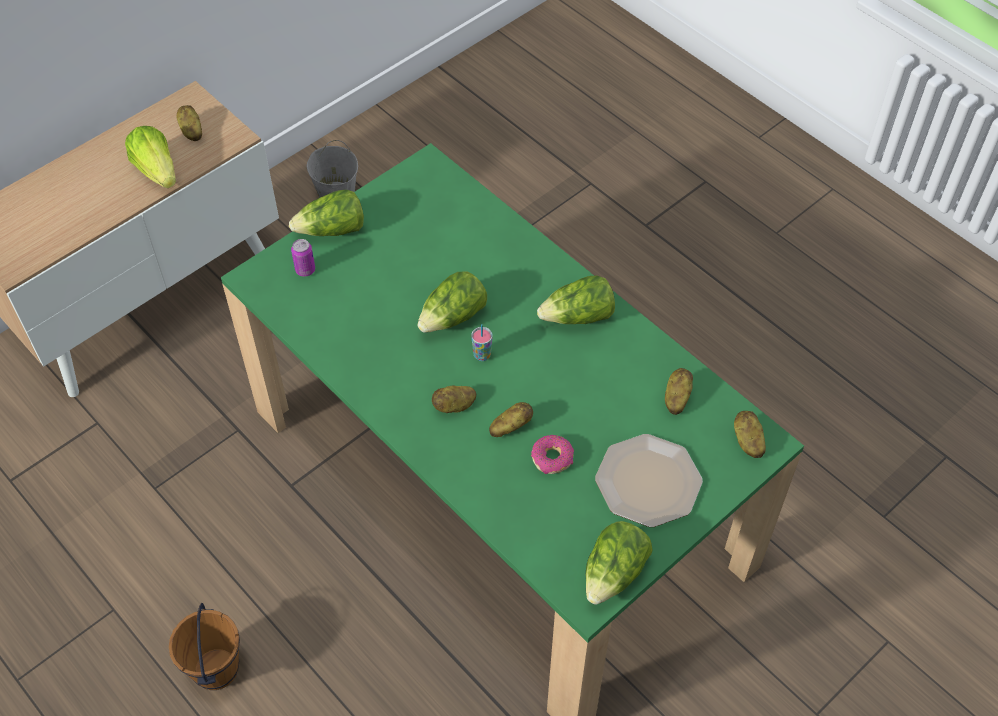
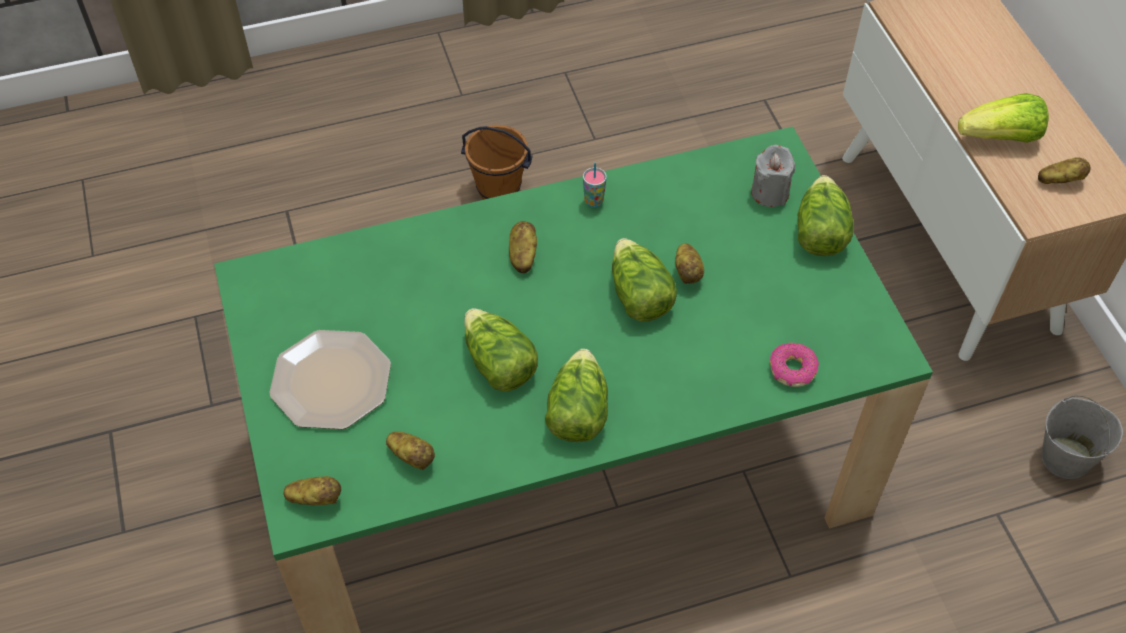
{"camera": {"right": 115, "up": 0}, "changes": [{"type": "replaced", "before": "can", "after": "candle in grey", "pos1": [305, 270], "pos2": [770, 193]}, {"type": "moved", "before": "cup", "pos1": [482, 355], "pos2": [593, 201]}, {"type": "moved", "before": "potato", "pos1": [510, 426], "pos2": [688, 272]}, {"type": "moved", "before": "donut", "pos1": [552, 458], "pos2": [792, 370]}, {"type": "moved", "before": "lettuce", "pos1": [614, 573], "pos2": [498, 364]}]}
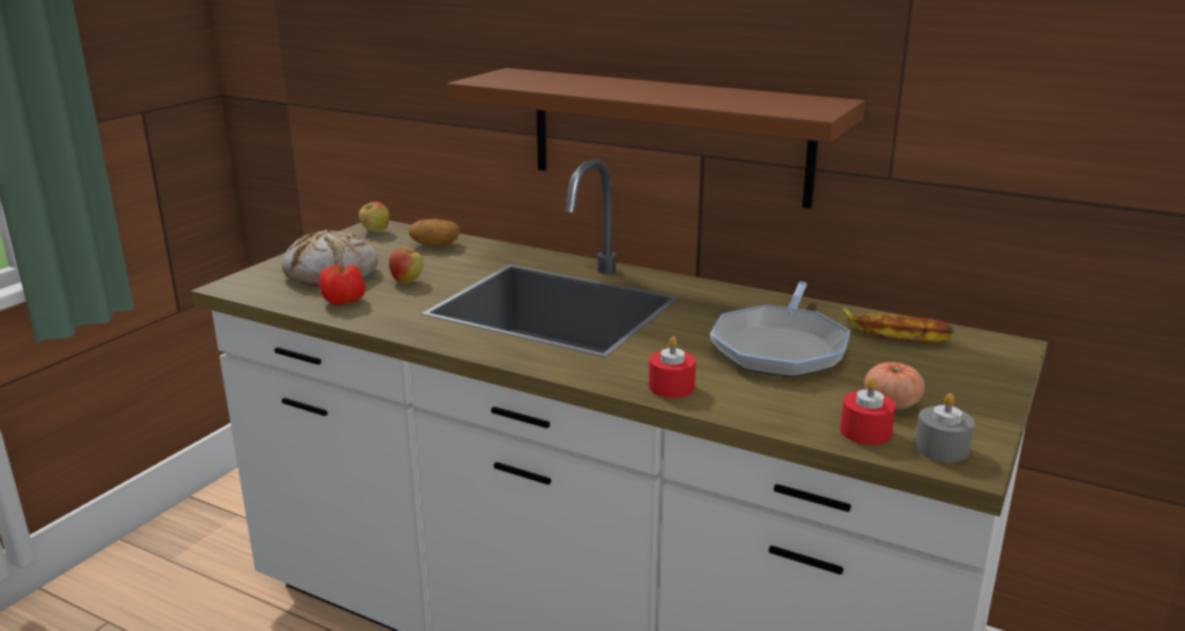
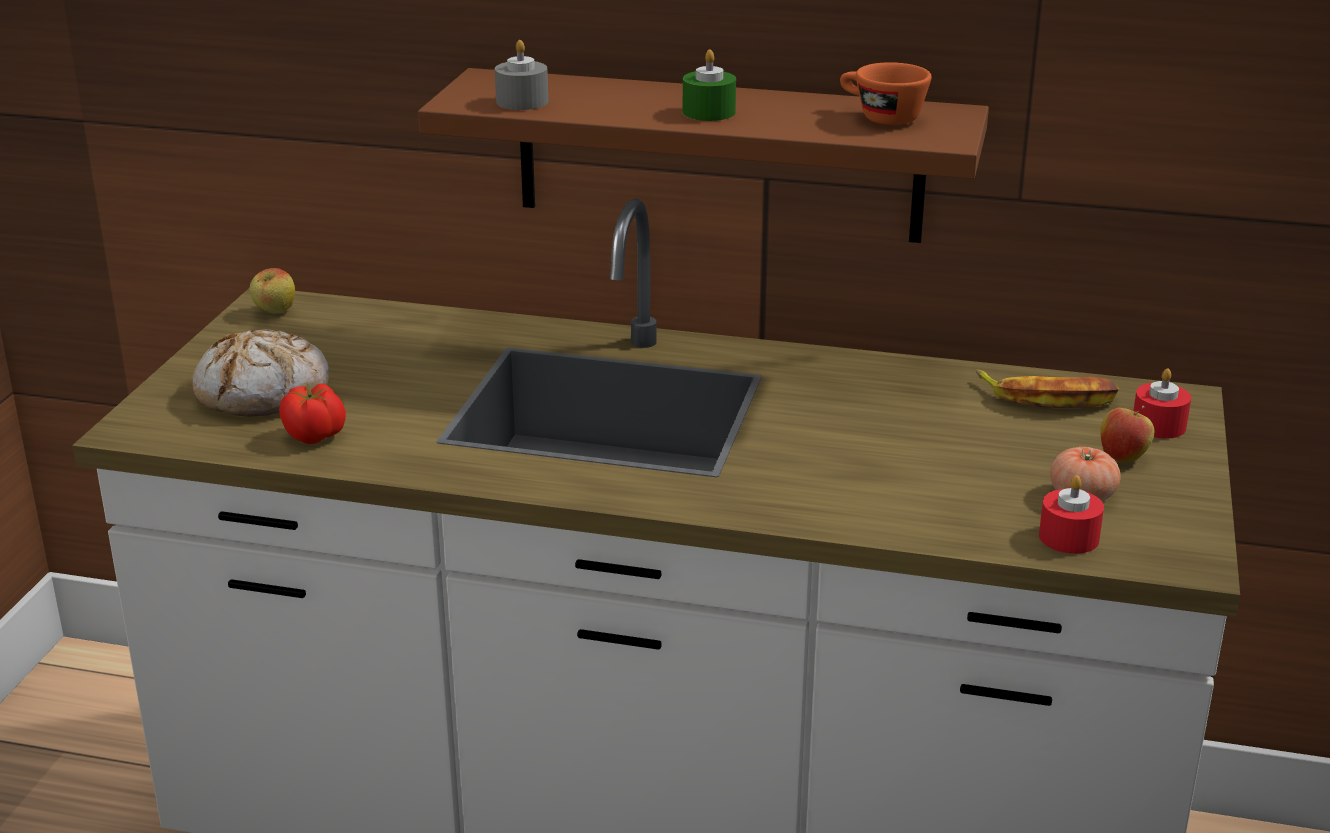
{"camera": {"right": -15, "up": 5}, "changes": [{"type": "moved", "before": "apple", "pos1": [407, 281], "pos2": [1123, 458]}, {"type": "removed", "before": "potato", "pos1": [435, 245]}, {"type": "moved", "before": "candle in red", "pos1": [671, 387], "pos2": [1158, 425]}, {"type": "removed", "before": "frying pan", "pos1": [780, 347]}, {"type": "moved", "before": "candle in grey", "pos1": [941, 448], "pos2": [522, 101]}, {"type": "added", "after": "candle in green", "pos2": [709, 112]}, {"type": "added", "after": "cup in orange", "pos2": [880, 117]}]}
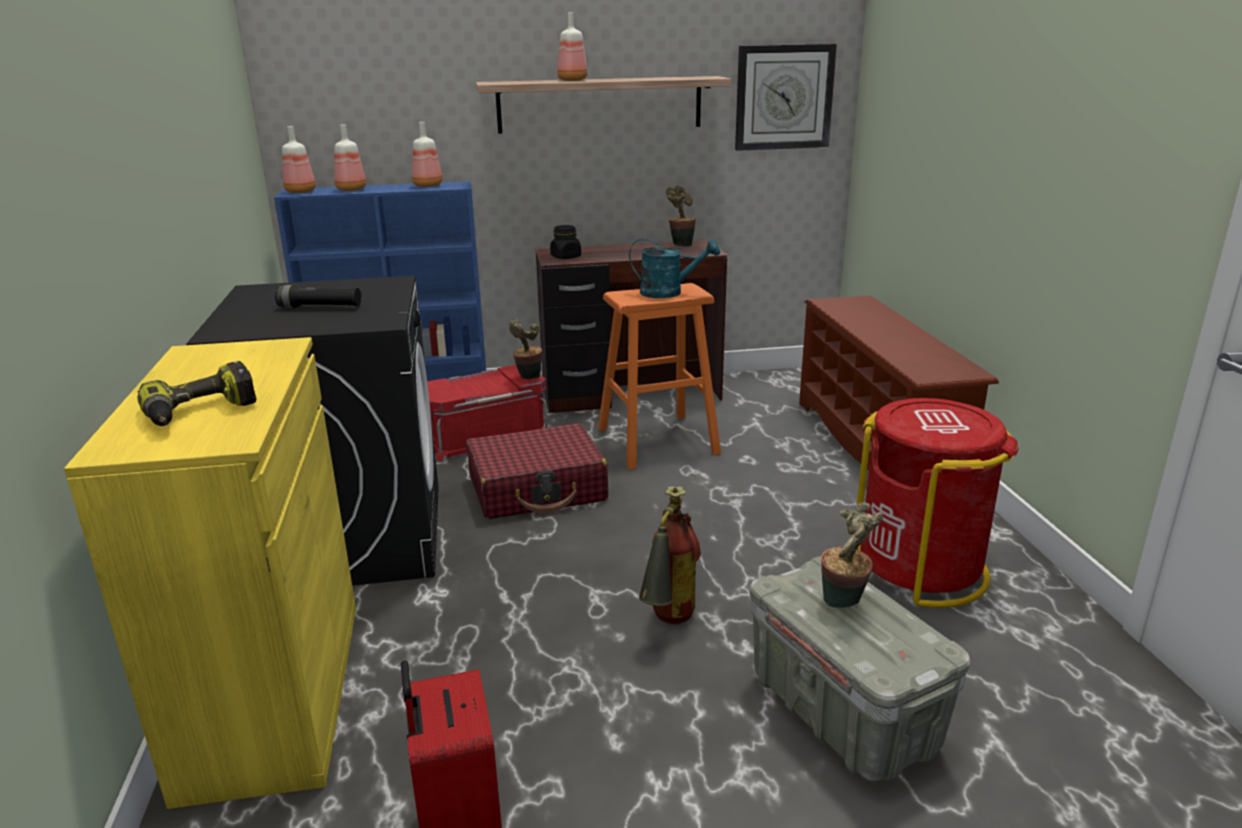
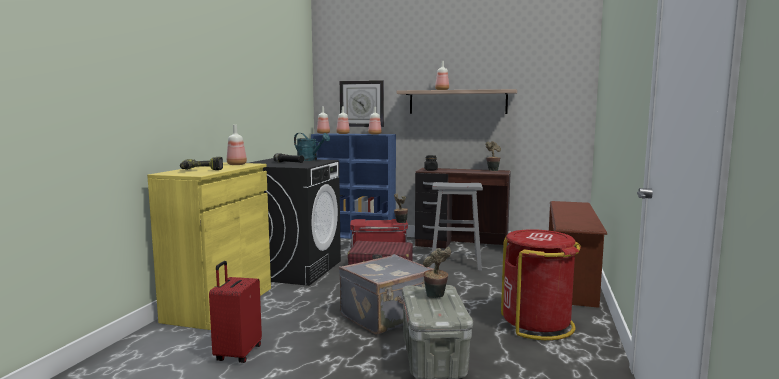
{"camera": {"right": 25, "up": -15}, "changes": [{"type": "recoloured", "before": "stool in orange", "after": "stool in grey", "pos1": [657, 441], "pos2": [455, 262]}, {"type": "moved", "before": "watering can in turquoise", "pos1": [669, 293], "pos2": [310, 160]}, {"type": "replaced", "before": "fire extinguisher", "after": "suitcase in grey", "pos1": [667, 624], "pos2": [388, 317]}, {"type": "moved", "before": "wall clock", "pos1": [784, 97], "pos2": [362, 103]}, {"type": "added", "after": "bottle", "pos2": [237, 164]}]}
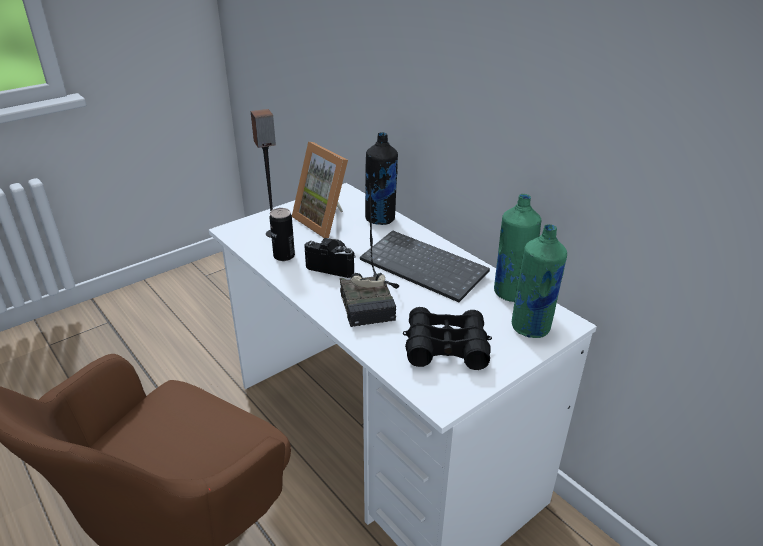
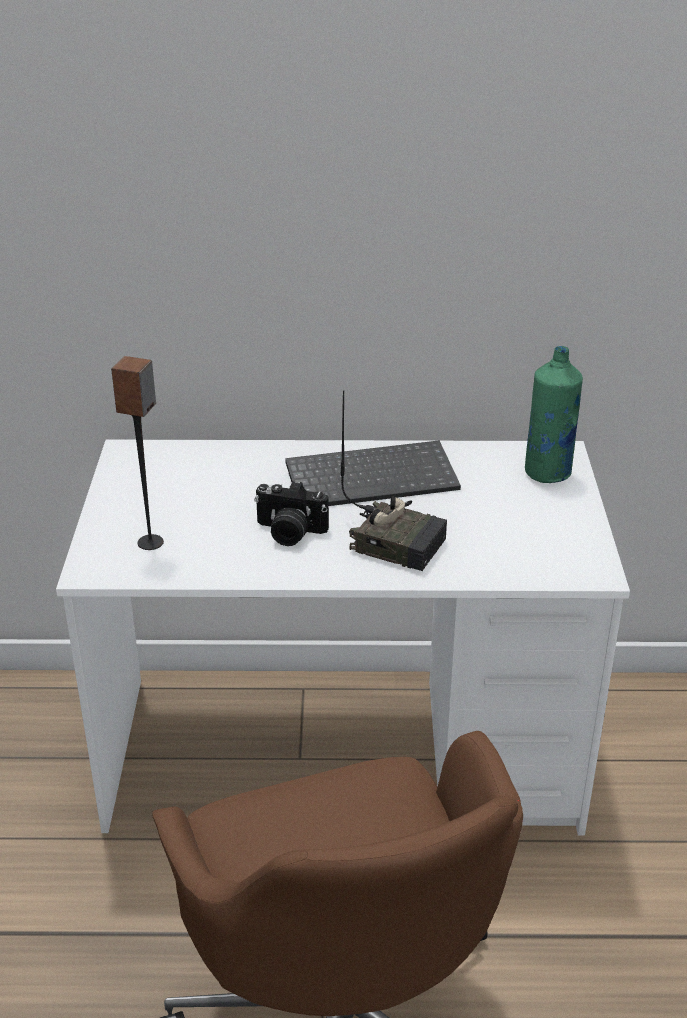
{"camera": {"right": -50, "up": 0}, "changes": [{"type": "removed", "before": "can", "pos1": [284, 256]}, {"type": "removed", "before": "picture frame", "pos1": [326, 221]}, {"type": "turned", "before": "photo camera", "pos1": [333, 266], "pos2": [289, 532], "turn": -135}, {"type": "removed", "before": "bottle in black", "pos1": [380, 219]}, {"type": "removed", "before": "binoculars in black", "pos1": [446, 347]}, {"type": "removed", "before": "bottle in green", "pos1": [511, 292]}]}
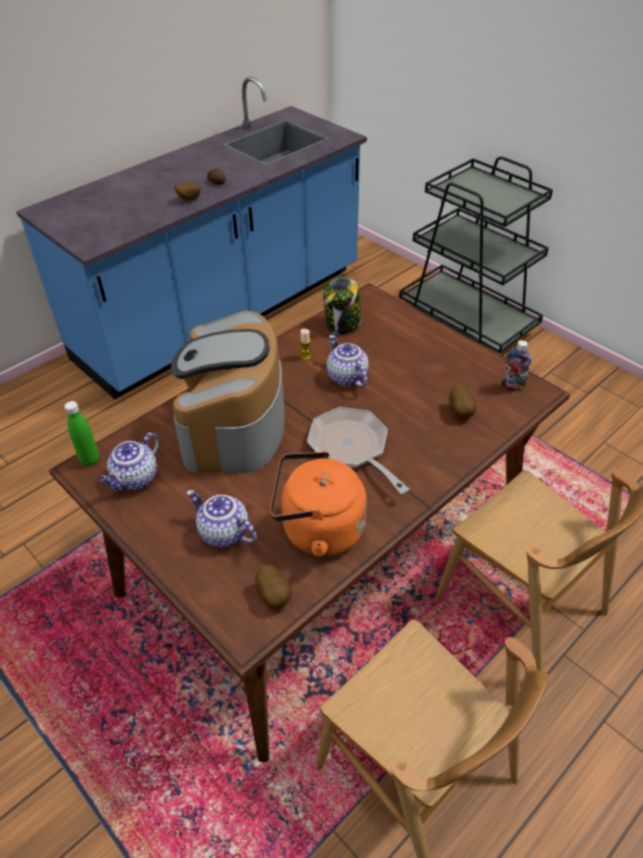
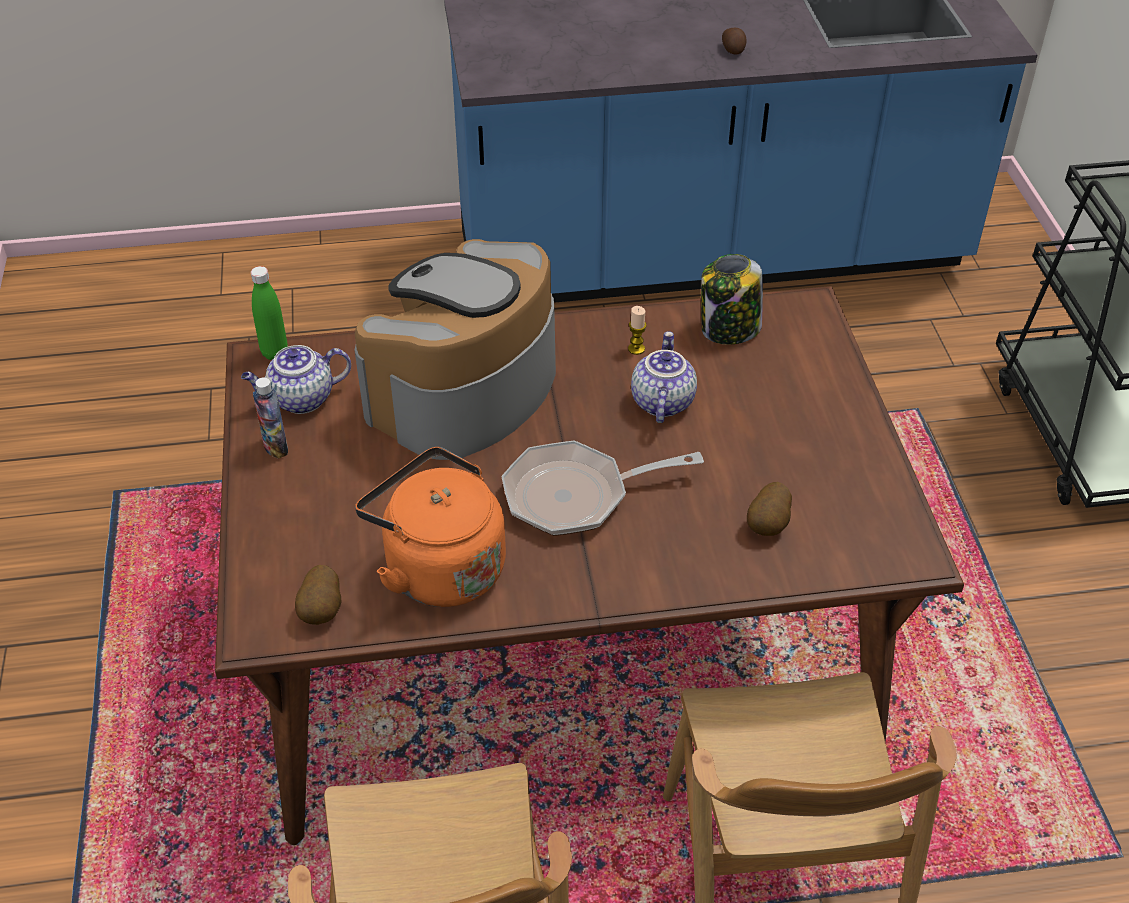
{"camera": {"right": 35, "up": 0}, "changes": [{"type": "removed", "before": "potato", "pos1": [188, 199]}, {"type": "removed", "before": "teapot", "pos1": [223, 533]}, {"type": "turned", "before": "frying pan", "pos1": [352, 448], "pos2": [576, 495], "turn": -105}, {"type": "moved", "before": "bottle", "pos1": [512, 386], "pos2": [276, 447]}]}
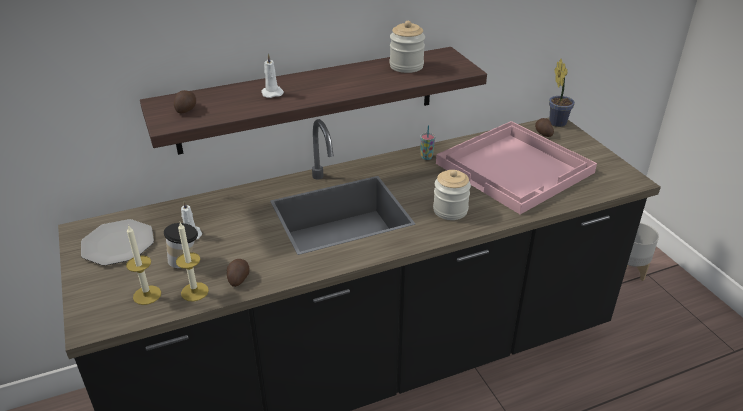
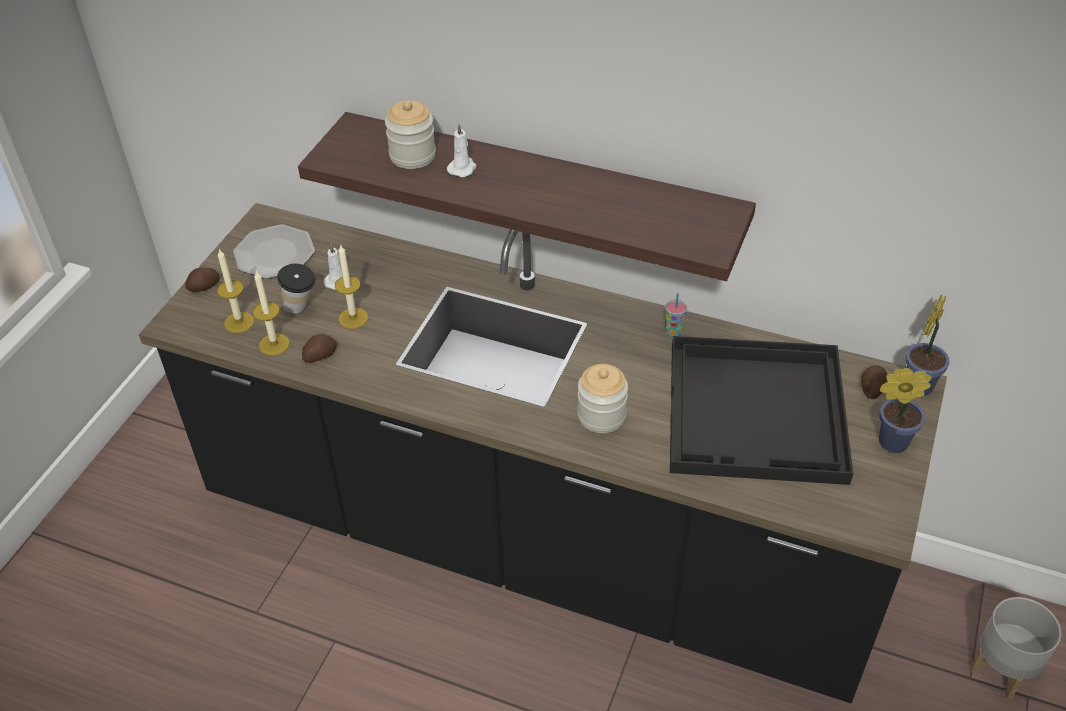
{"camera": {"right": 45, "up": 10}, "changes": [{"type": "moved", "before": "potato", "pos1": [187, 109], "pos2": [204, 287]}, {"type": "moved", "before": "jar", "pos1": [406, 66], "pos2": [412, 156]}, {"type": "recoloured", "before": "tray in pink", "after": "tray in black", "pos1": [516, 168], "pos2": [757, 413]}, {"type": "added", "after": "candle", "pos2": [353, 318]}, {"type": "added", "after": "potted plant", "pos2": [888, 441]}]}
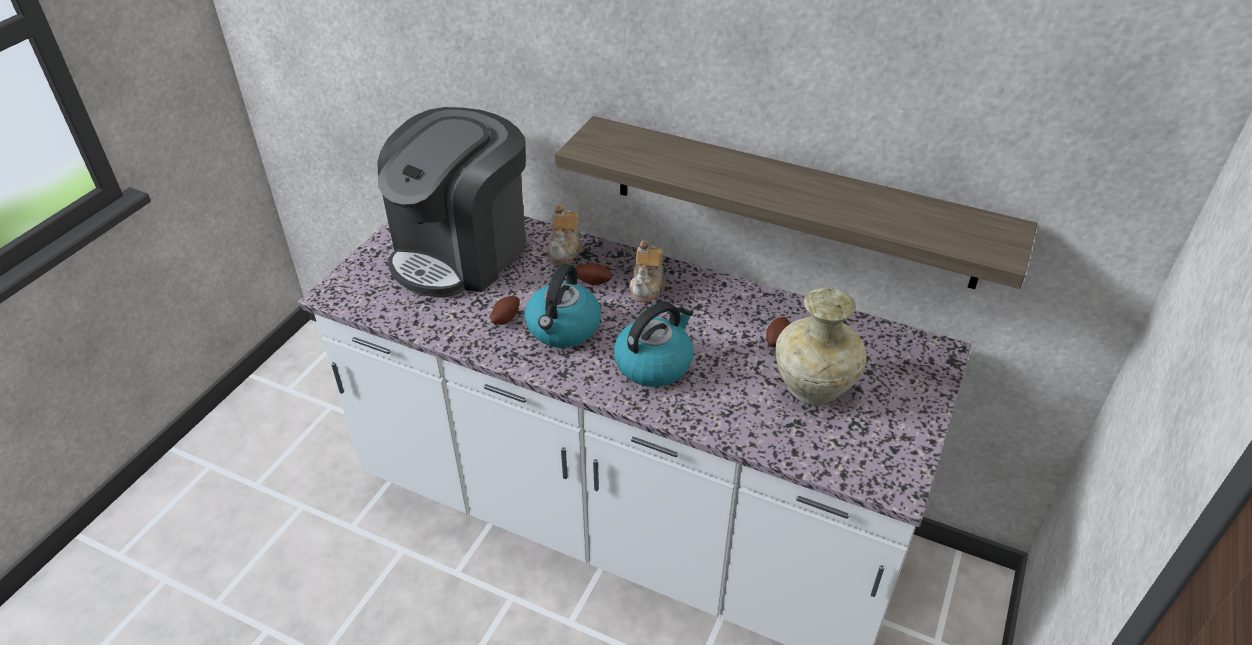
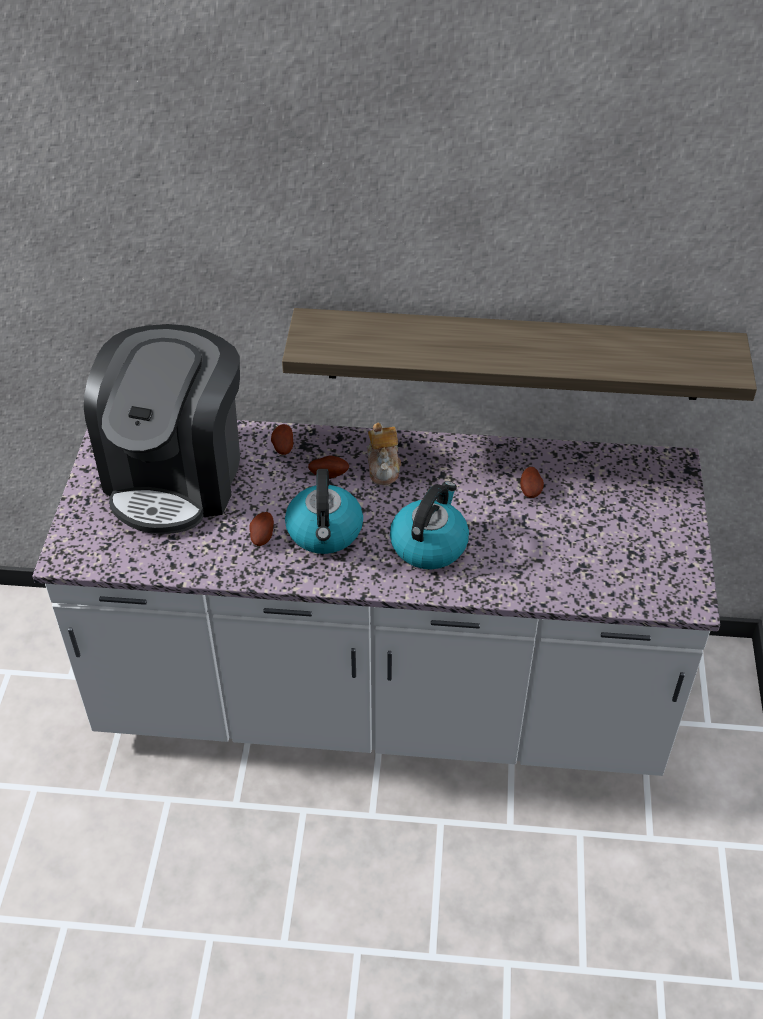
{"camera": {"right": -20, "up": 5}, "changes": [{"type": "replaced", "before": "teapot", "after": "potato", "pos1": [565, 250], "pos2": [282, 447]}, {"type": "removed", "before": "vase in beige", "pos1": [812, 389]}]}
